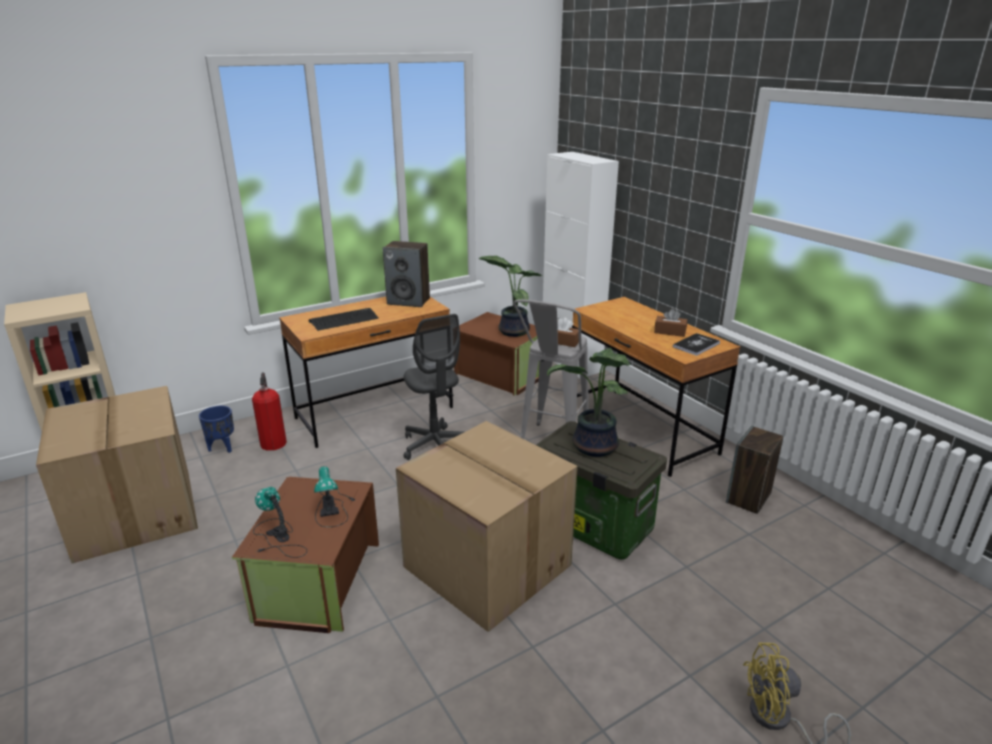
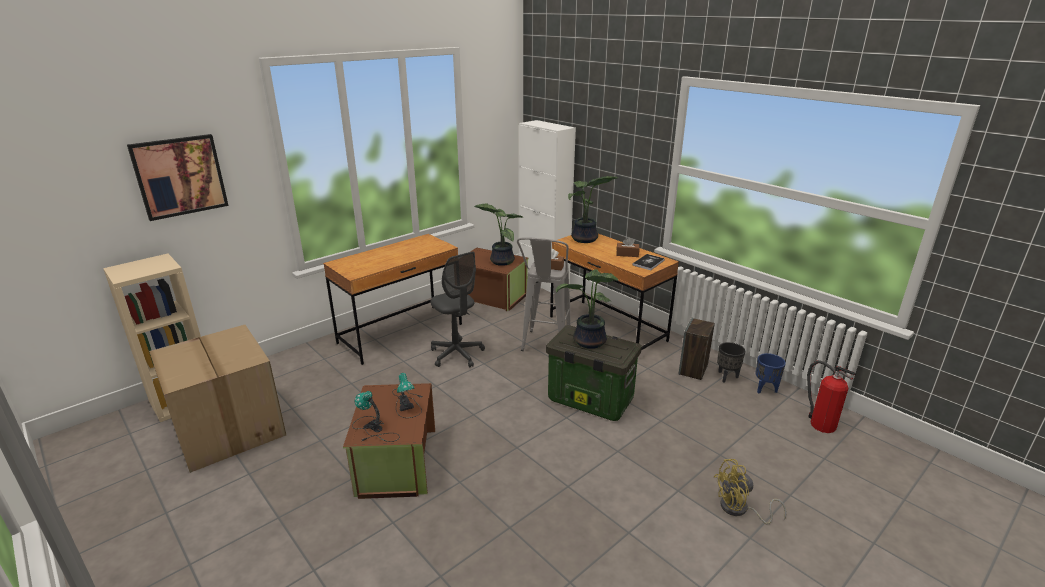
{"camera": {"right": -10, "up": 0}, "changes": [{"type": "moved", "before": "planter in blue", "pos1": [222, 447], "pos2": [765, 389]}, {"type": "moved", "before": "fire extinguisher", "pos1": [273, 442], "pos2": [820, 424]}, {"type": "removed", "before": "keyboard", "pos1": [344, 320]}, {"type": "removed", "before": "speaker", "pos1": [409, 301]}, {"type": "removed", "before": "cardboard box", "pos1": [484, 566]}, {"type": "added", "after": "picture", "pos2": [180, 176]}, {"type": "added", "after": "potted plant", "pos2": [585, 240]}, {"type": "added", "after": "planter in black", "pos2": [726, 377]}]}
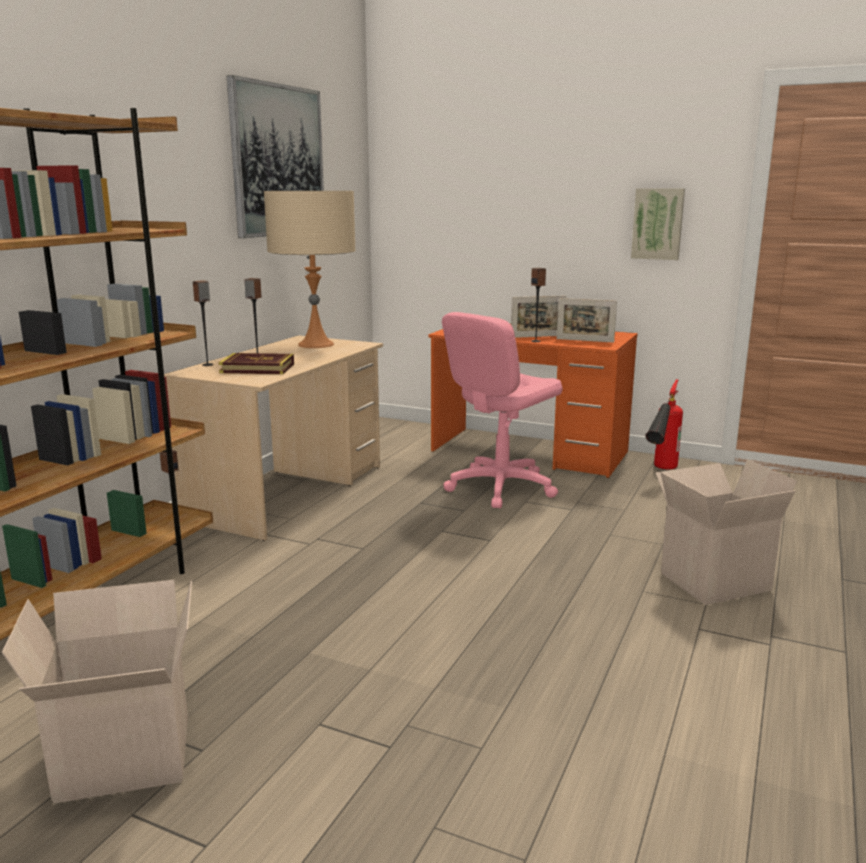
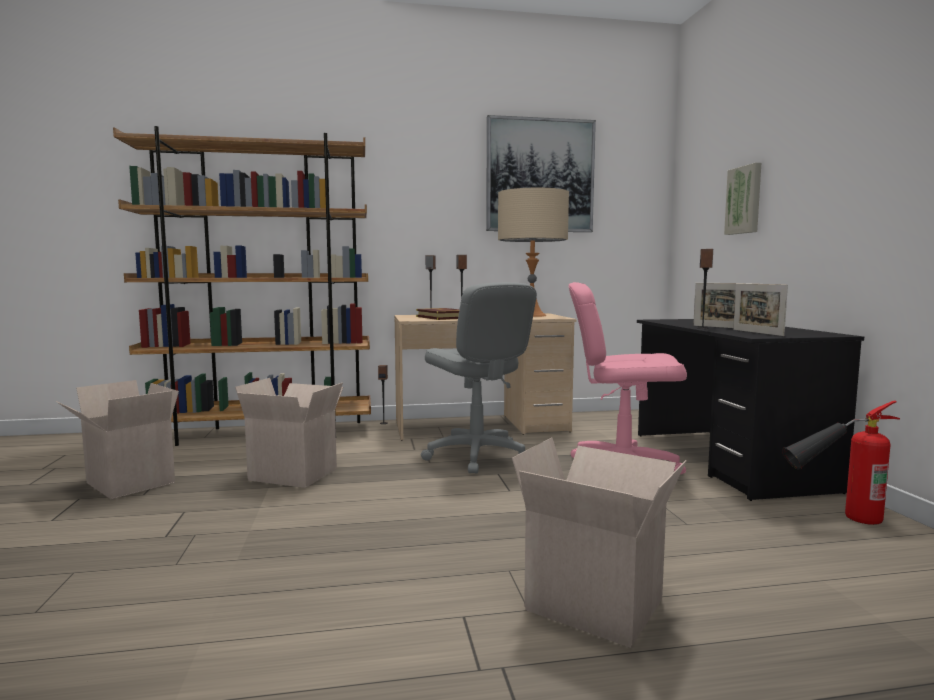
{"camera": {"right": 55, "up": -10}, "changes": [{"type": "recoloured", "before": "desk in orange", "after": "desk in black", "pos1": [529, 452], "pos2": [726, 460]}, {"type": "moved", "before": "picture", "pos1": [658, 224], "pos2": [744, 200]}, {"type": "added", "after": "cardboard box", "pos2": [296, 474]}, {"type": "added", "after": "office chair in grey", "pos2": [476, 456]}]}
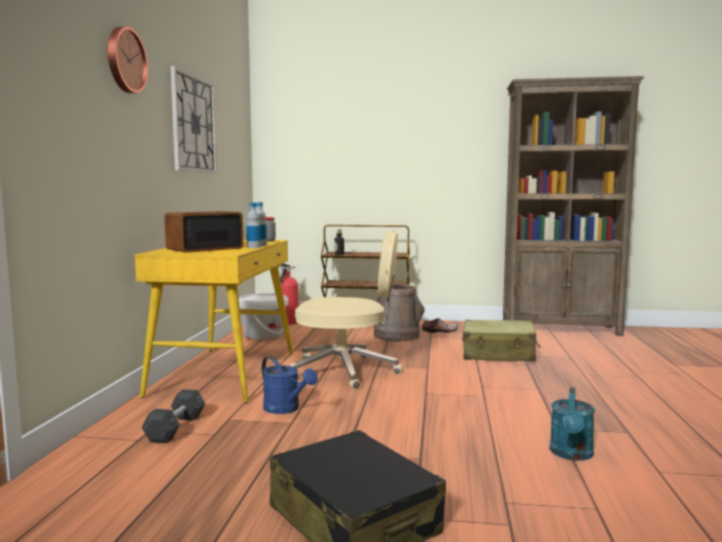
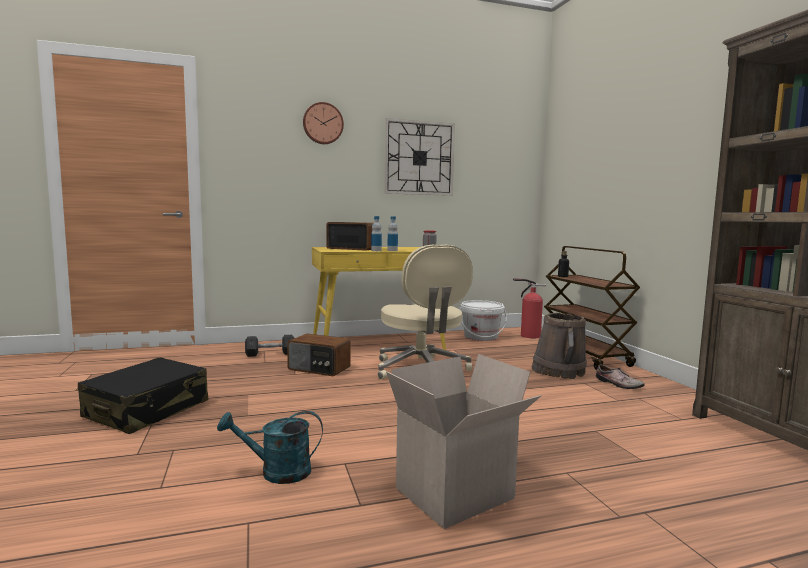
{"camera": {"right": 65, "up": 0}, "changes": [{"type": "replaced", "before": "watering can in blue", "after": "radio", "pos1": [286, 409], "pos2": [319, 369]}, {"type": "removed", "before": "suitcase in beige", "pos1": [498, 354]}, {"type": "added", "after": "cardboard box", "pos2": [455, 496]}]}
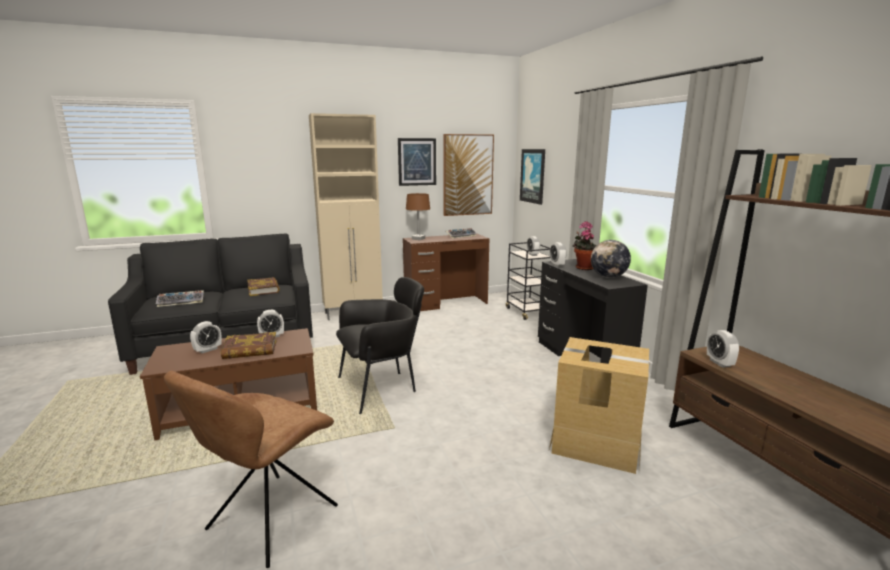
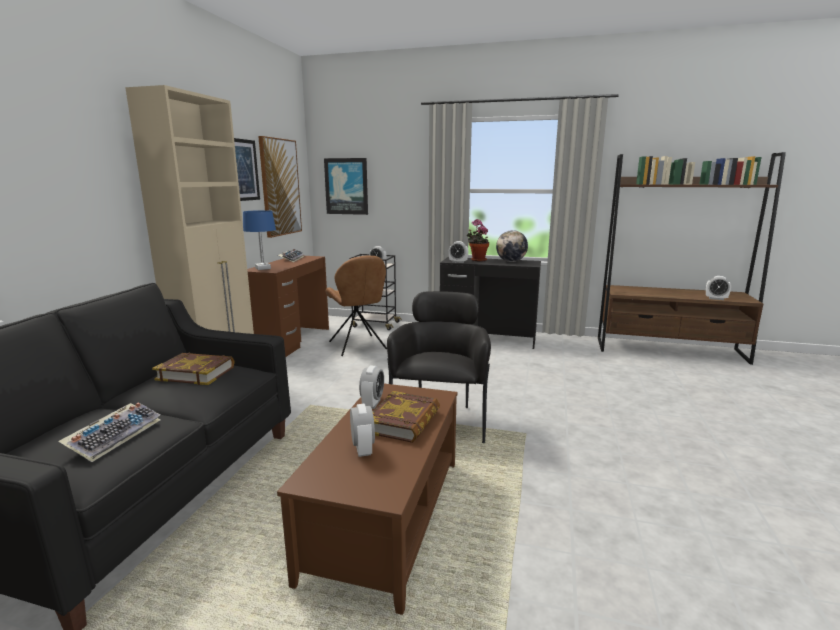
{"camera": {"right": -55, "up": 0}, "changes": [{"type": "moved", "before": "chair in brown", "pos1": [269, 520], "pos2": [358, 346]}, {"type": "recoloured", "before": "table lamp in brown", "after": "table lamp in blue", "pos1": [418, 239], "pos2": [263, 268]}, {"type": "removed", "before": "cardboard box", "pos1": [596, 442]}, {"type": "moved", "before": "alarm clock", "pos1": [719, 363], "pos2": [716, 298]}]}
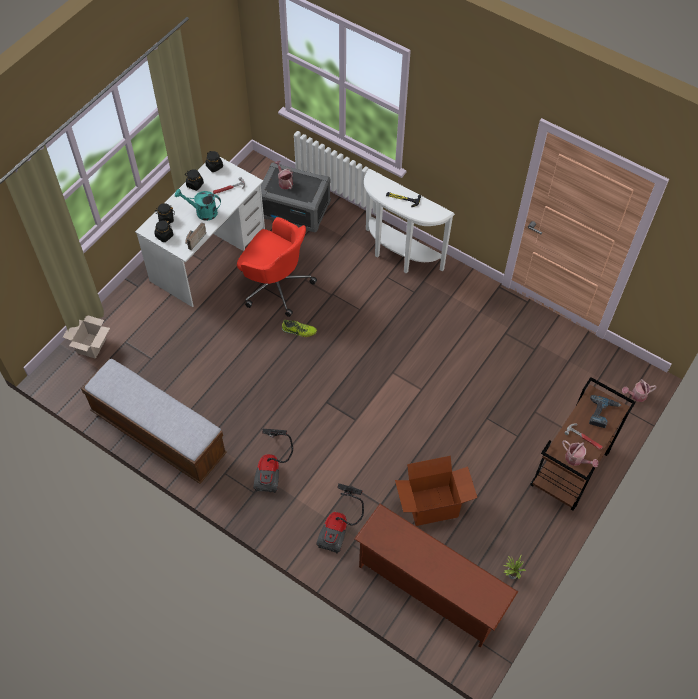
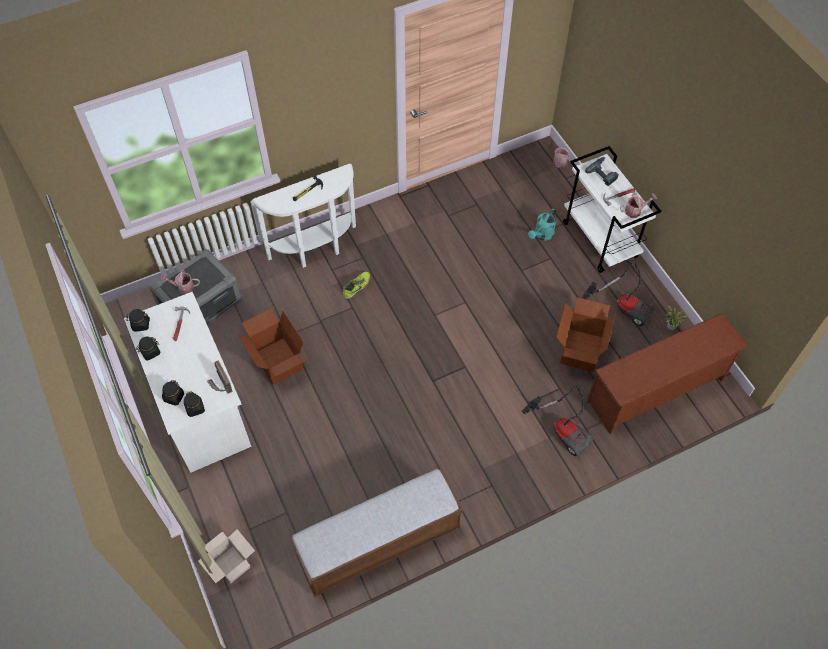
{"camera": {"right": -60, "up": 0}, "changes": [{"type": "moved", "before": "watering can in turquoise", "pos1": [202, 212], "pos2": [542, 235]}, {"type": "replaced", "before": "office chair in red", "after": "cardboard box", "pos1": [276, 285], "pos2": [277, 361]}, {"type": "moved", "before": "vacuum cleaner", "pos1": [272, 467], "pos2": [624, 306]}, {"type": "moved", "before": "shoe", "pos1": [299, 331], "pos2": [357, 287]}, {"type": "recoloured", "before": "cart in brown", "after": "cart in white", "pos1": [570, 470], "pos2": [600, 240]}]}
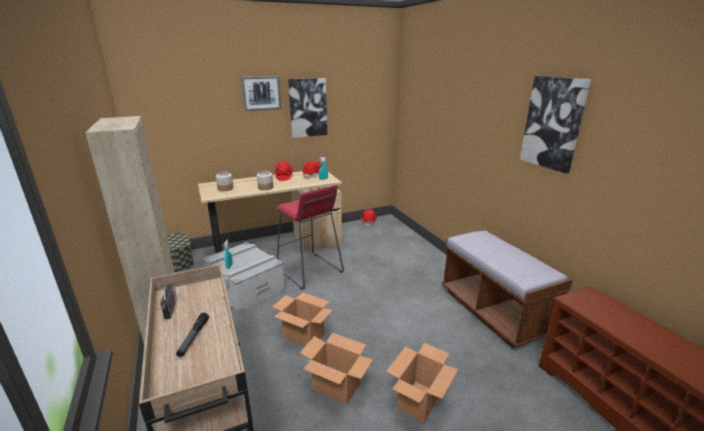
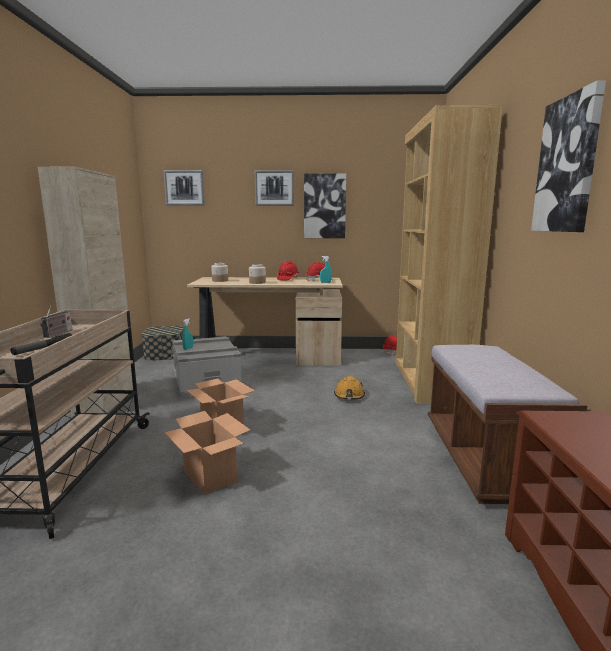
{"camera": {"right": 25, "up": -10}, "changes": [{"type": "removed", "before": "stool in red", "pos1": [309, 271]}, {"type": "removed", "before": "cardboard box", "pos1": [419, 402]}, {"type": "added", "after": "picture", "pos2": [184, 188]}, {"type": "added", "after": "hard hat in orange", "pos2": [349, 396]}, {"type": "added", "after": "bookcase in brown", "pos2": [428, 381]}]}
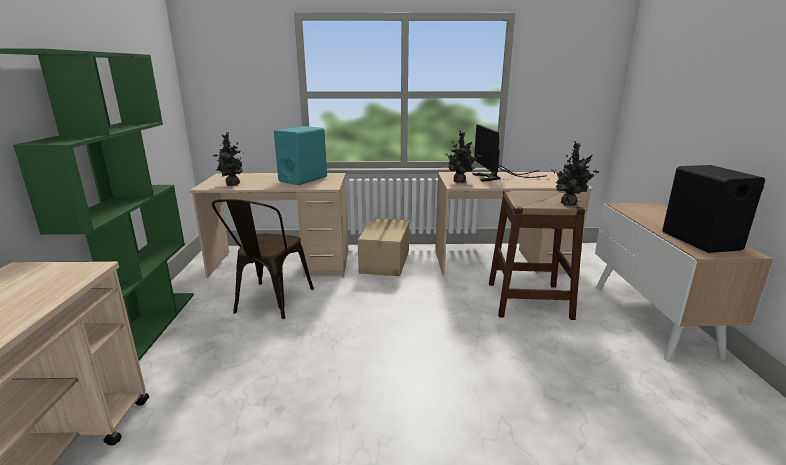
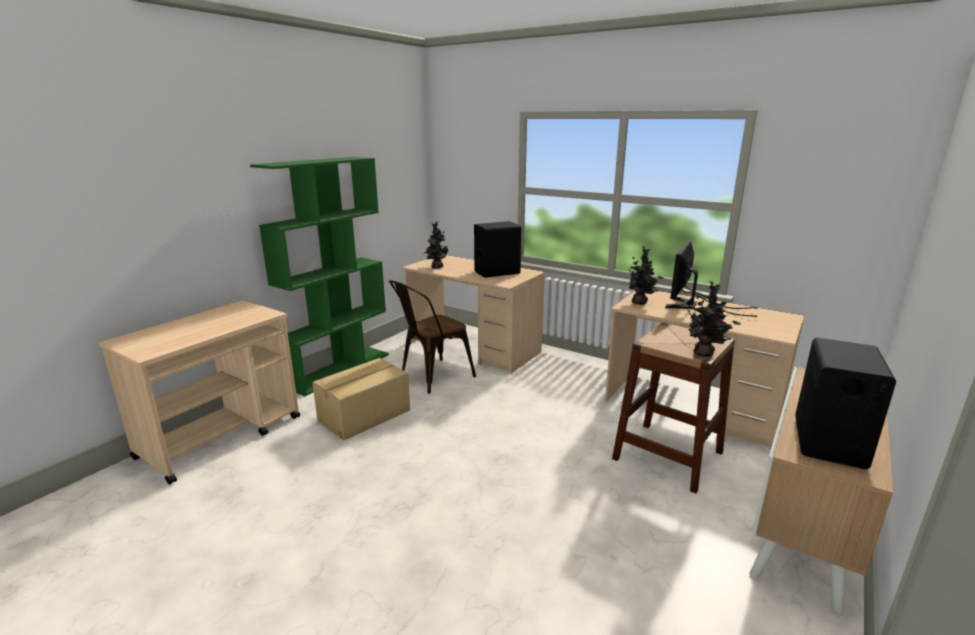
{"camera": {"right": 35, "up": 0}, "changes": [{"type": "recoloured", "before": "speaker in turquoise", "after": "speaker in black", "pos1": [303, 179], "pos2": [497, 272]}, {"type": "moved", "before": "cardboard box", "pos1": [386, 261], "pos2": [365, 415]}]}
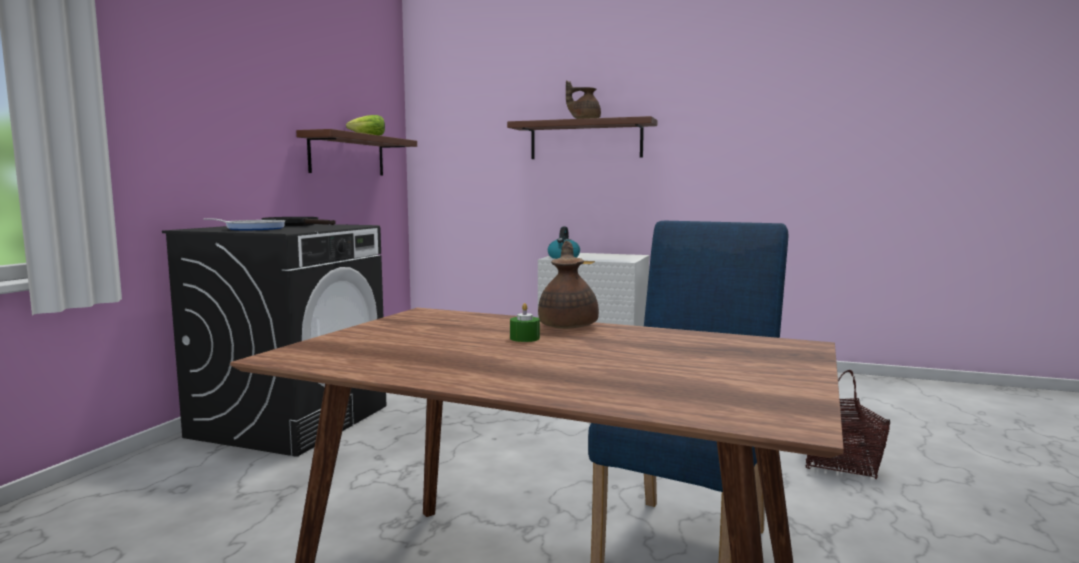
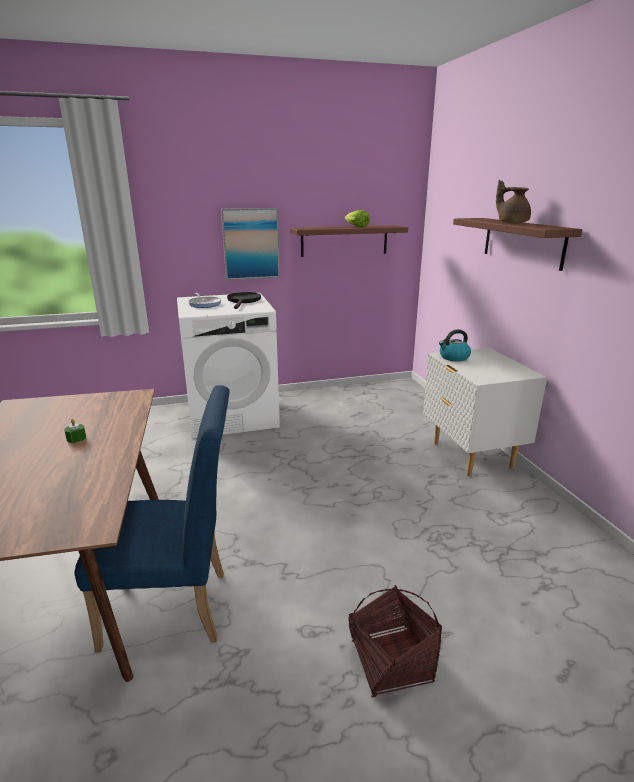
{"camera": {"right": 55, "up": 15}, "changes": [{"type": "recoloured", "before": "washing machine in black", "after": "washing machine in white", "pos1": [291, 421], "pos2": [232, 415]}, {"type": "removed", "before": "teapot in brown", "pos1": [569, 325]}, {"type": "added", "after": "picture", "pos2": [251, 244]}]}
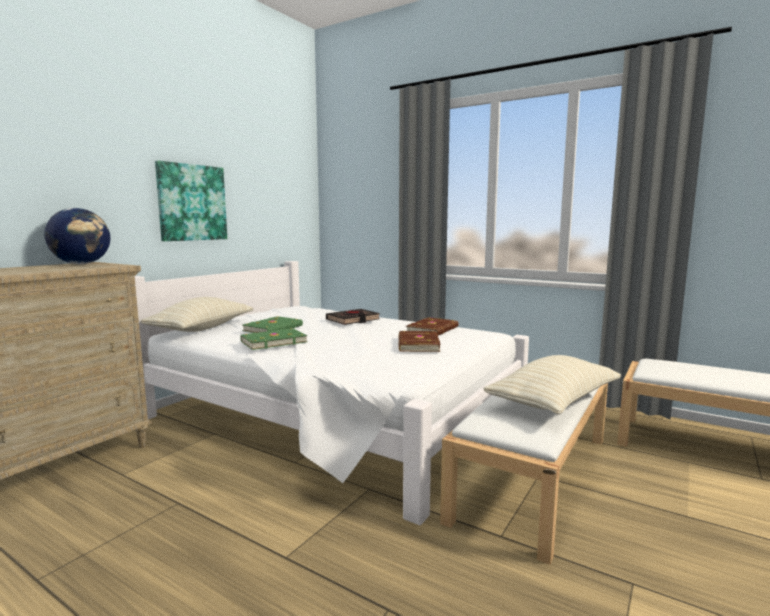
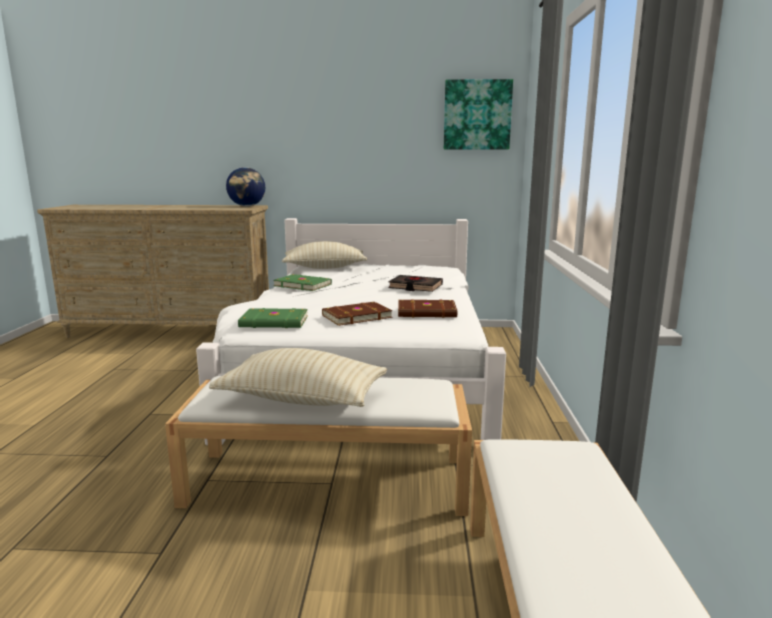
{"camera": {"right": 60, "up": 5}, "changes": [{"type": "moved", "before": "picture", "pos1": [191, 202], "pos2": [477, 115]}, {"type": "moved", "before": "book in green", "pos1": [274, 328], "pos2": [274, 322]}]}
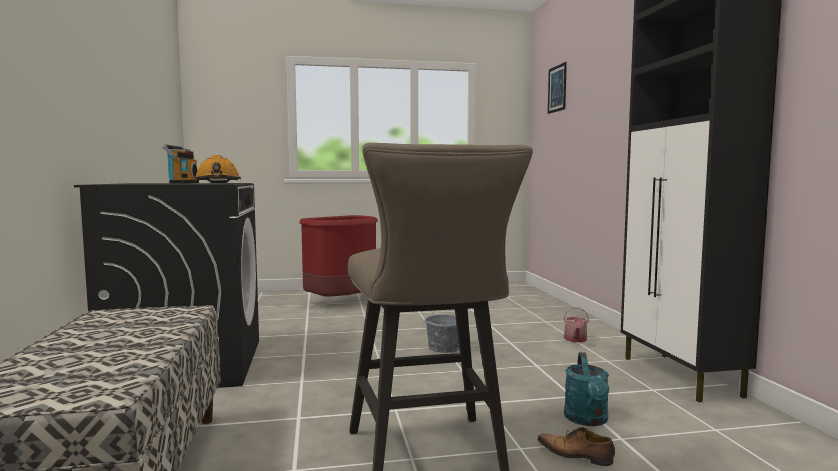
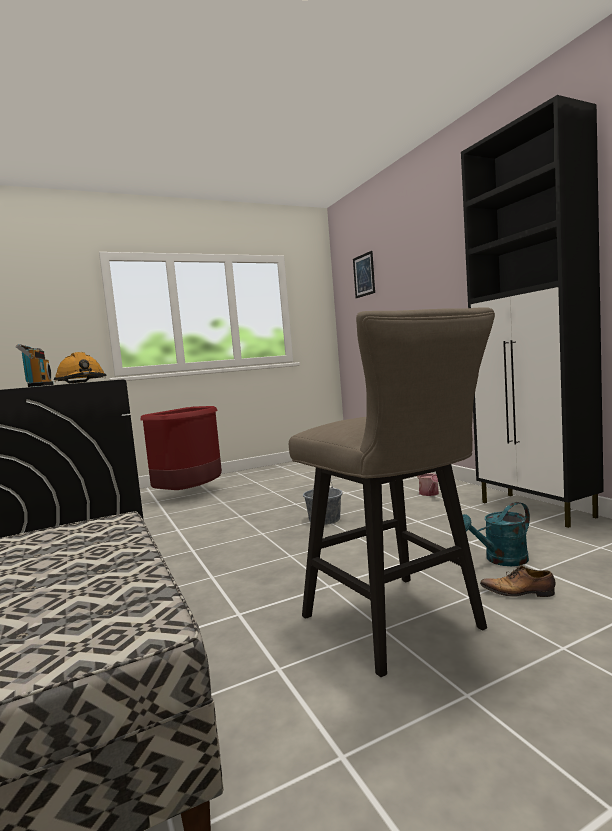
{"camera": {"right": -15, "up": 0}, "changes": [{"type": "turned", "before": "watering can in turquoise", "pos1": [587, 420], "pos2": [500, 560], "turn": 75}]}
